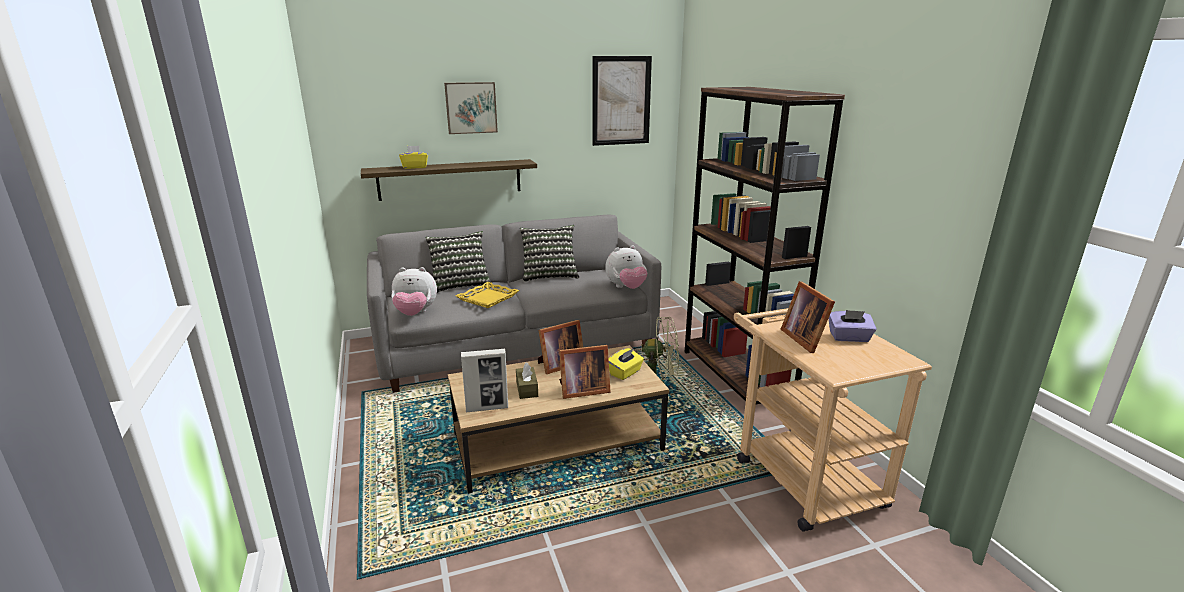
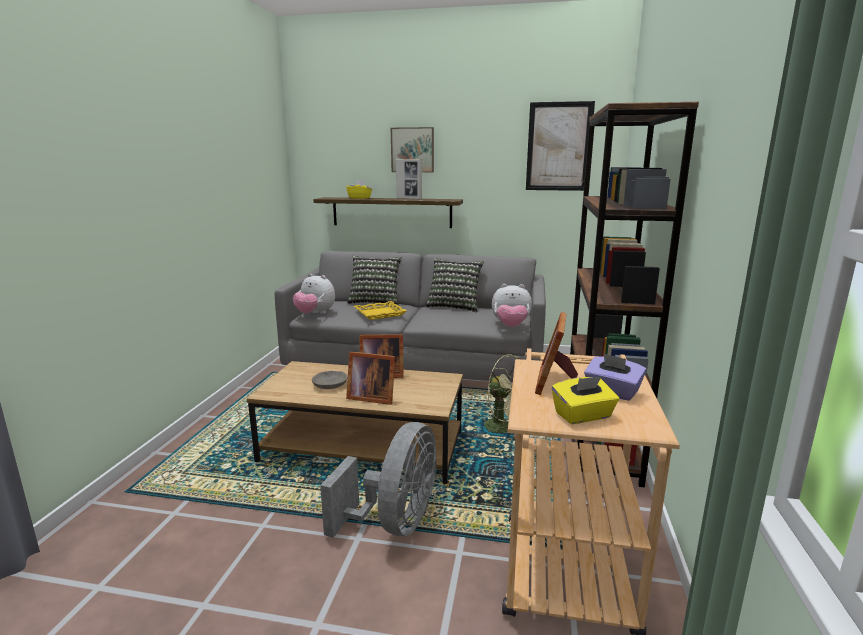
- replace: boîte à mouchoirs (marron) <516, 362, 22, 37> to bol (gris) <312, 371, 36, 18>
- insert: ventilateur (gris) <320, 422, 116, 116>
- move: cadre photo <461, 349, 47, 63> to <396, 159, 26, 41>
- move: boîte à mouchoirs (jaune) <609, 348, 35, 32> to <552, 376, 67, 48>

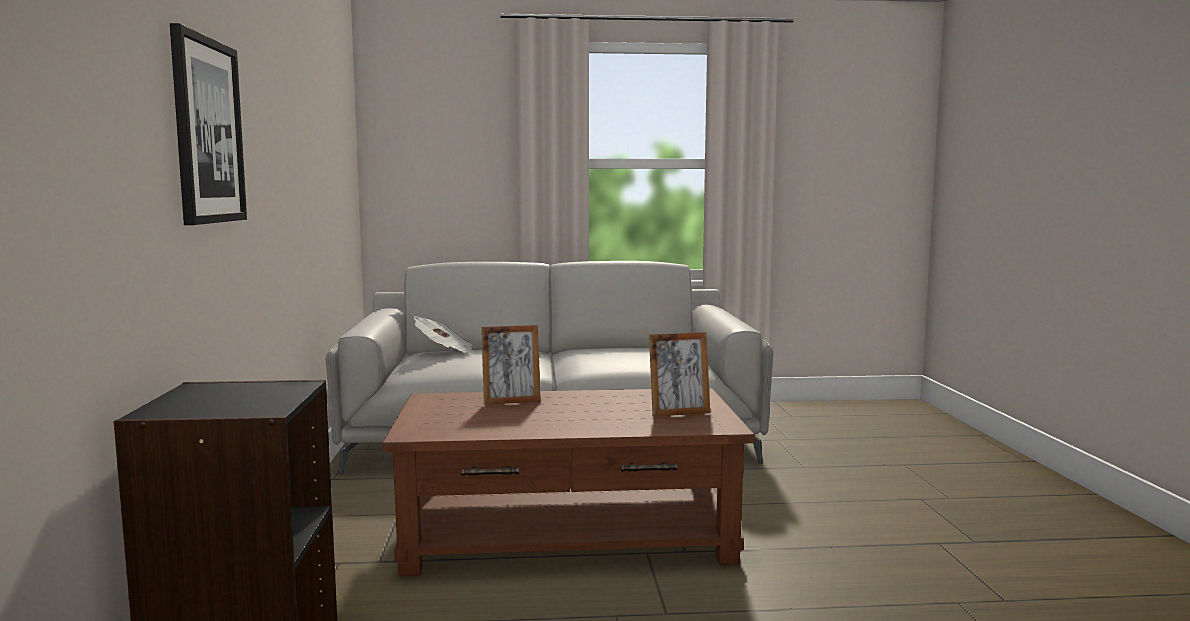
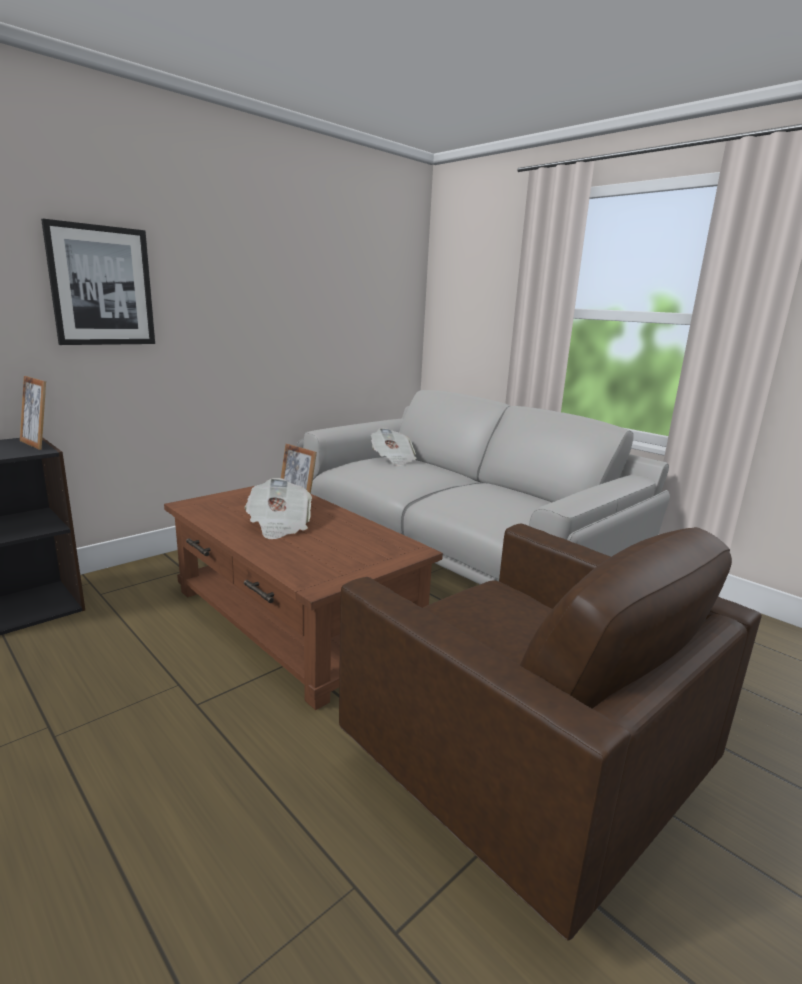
- move: cadre photo <649, 332, 61, 85> to <20, 376, 26, 74>
- insert: journal <245, 478, 67, 61>
- insert: fauteuil (marron) <339, 524, 423, 417>

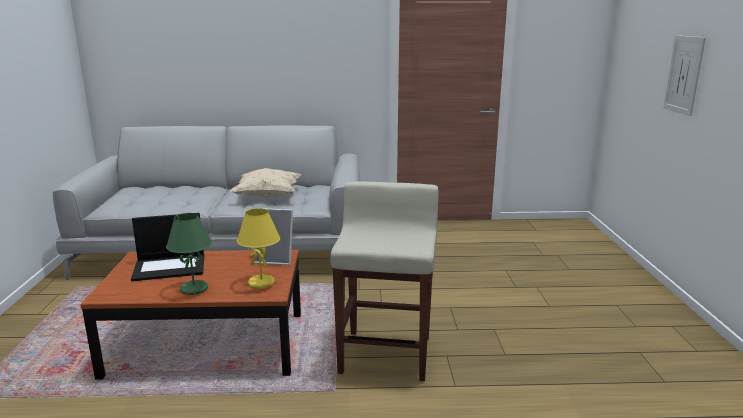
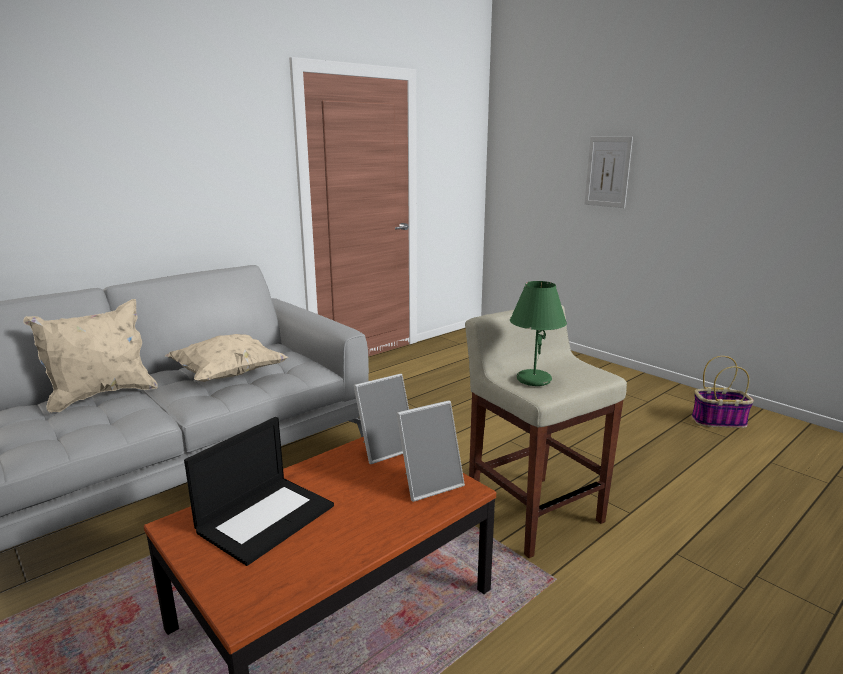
- insert: coussin (beige) <23, 299, 135, 114>
- replace: lampe de table (jaune) <237, 208, 43, 81> to cadre photo <396, 401, 69, 101>
- move: lampe de table (vert) <166, 213, 46, 82> to <510, 281, 57, 105>
- insert: panier <692, 356, 62, 72>

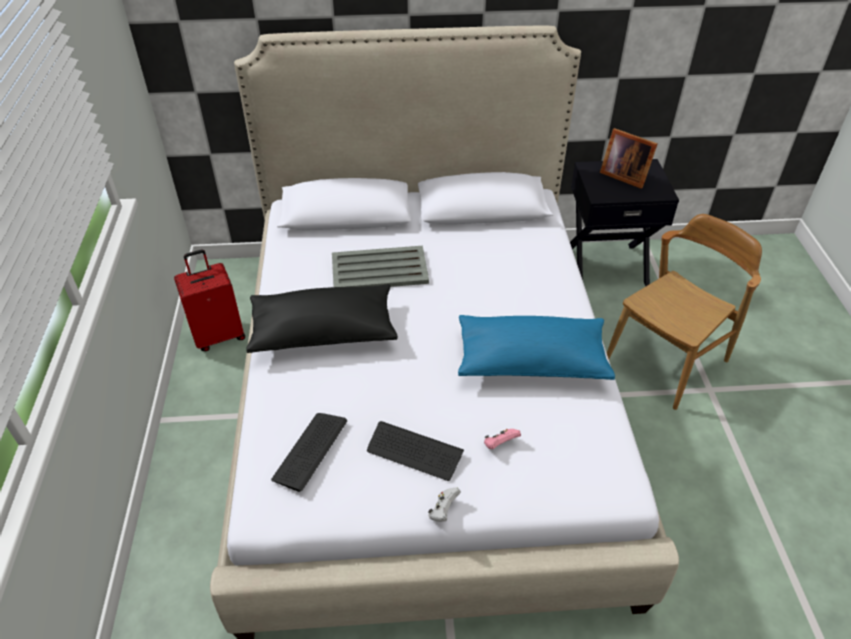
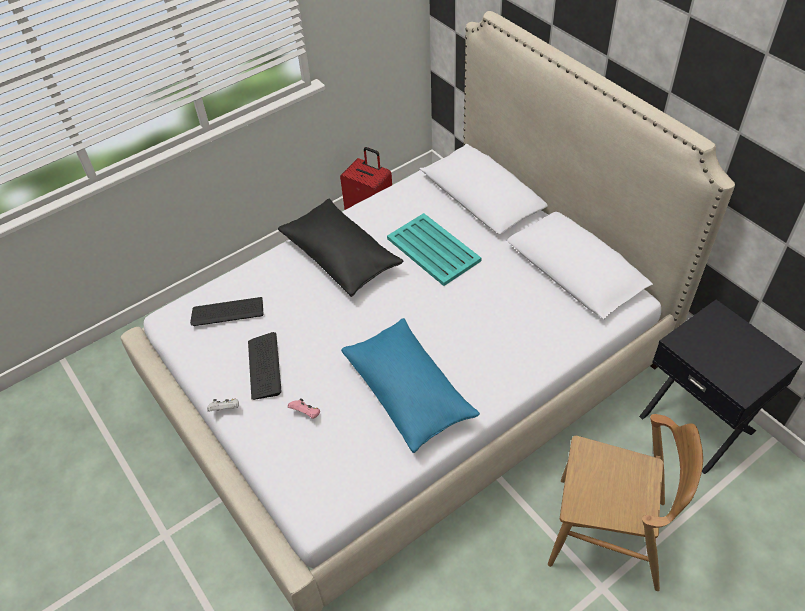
- recolor: plateau (gris) <332, 246, 97, 41> to plateau (turquoise) <387, 213, 94, 73>
- delete: cadre photo <600, 128, 57, 61>

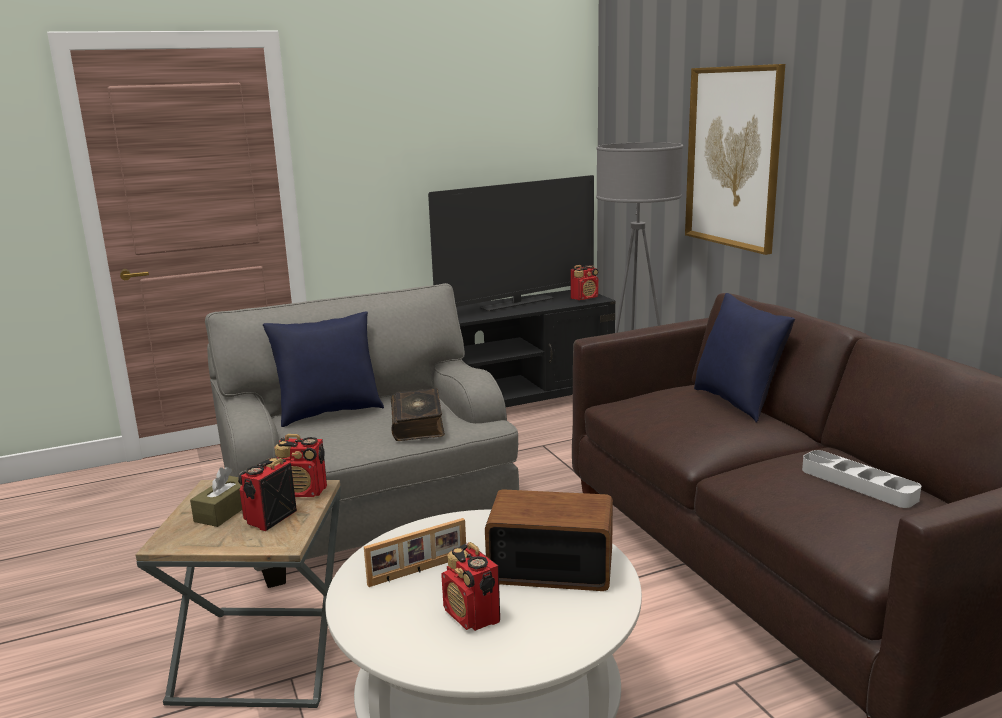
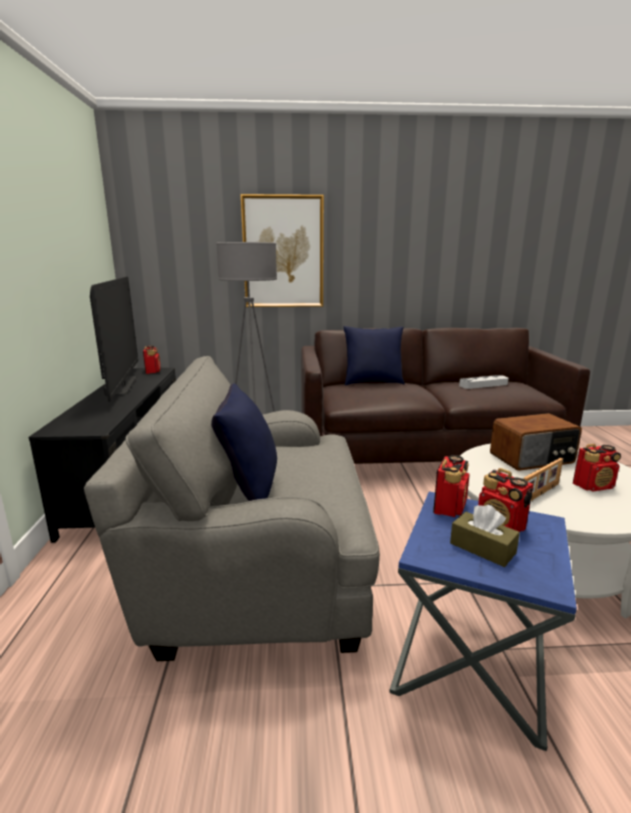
- recolor: table d'appoint (marron) <136, 480, 205, 228> to table d'appoint (bleu) <389, 491, 188, 260>
- rotate: radio <485, 489, 128, 102> = <490, 413, 92, 58> 135 degrees counterclockwise
- rotate: cadre photo <364, 518, 102, 69> = <523, 458, 40, 43> 60 degrees clockwise
- delete: livre <391, 388, 54, 53>

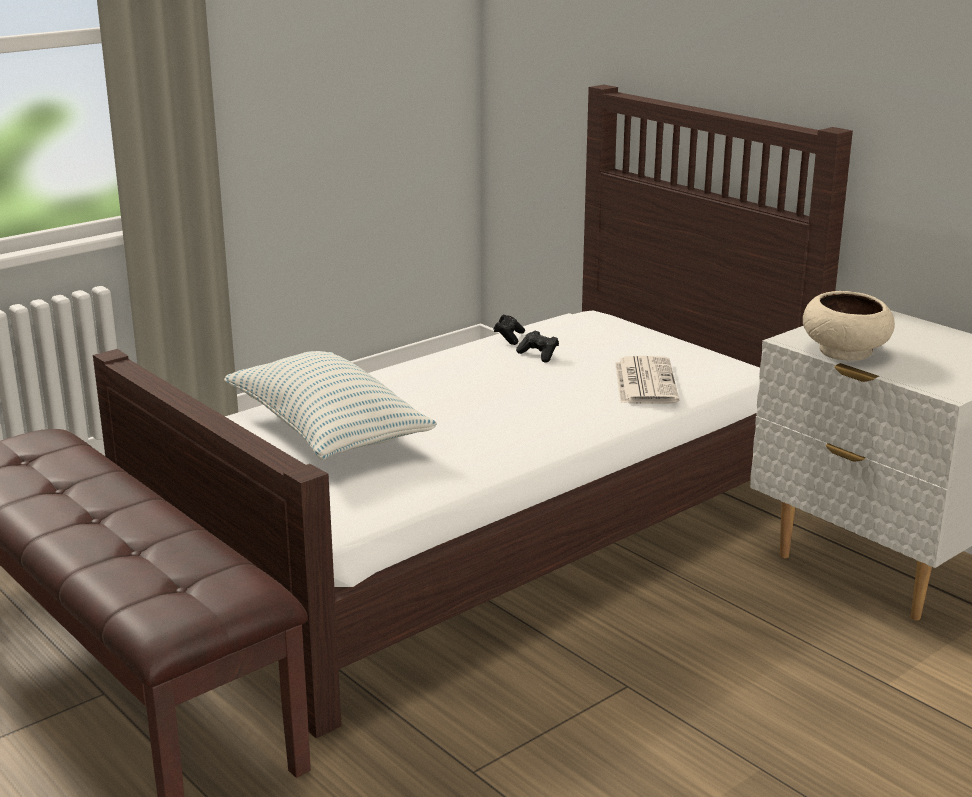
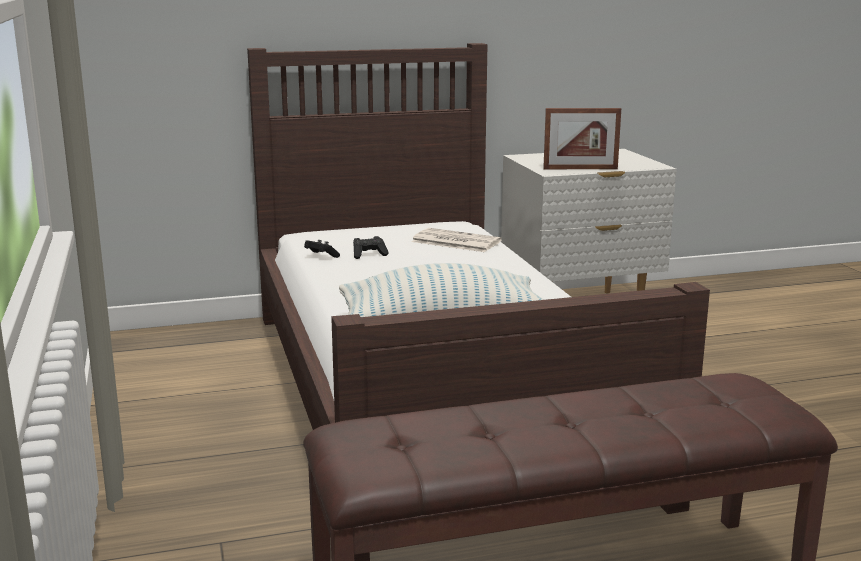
- replace: bol (beige) <803, 291, 92, 70> to cadre photo <543, 108, 78, 61>

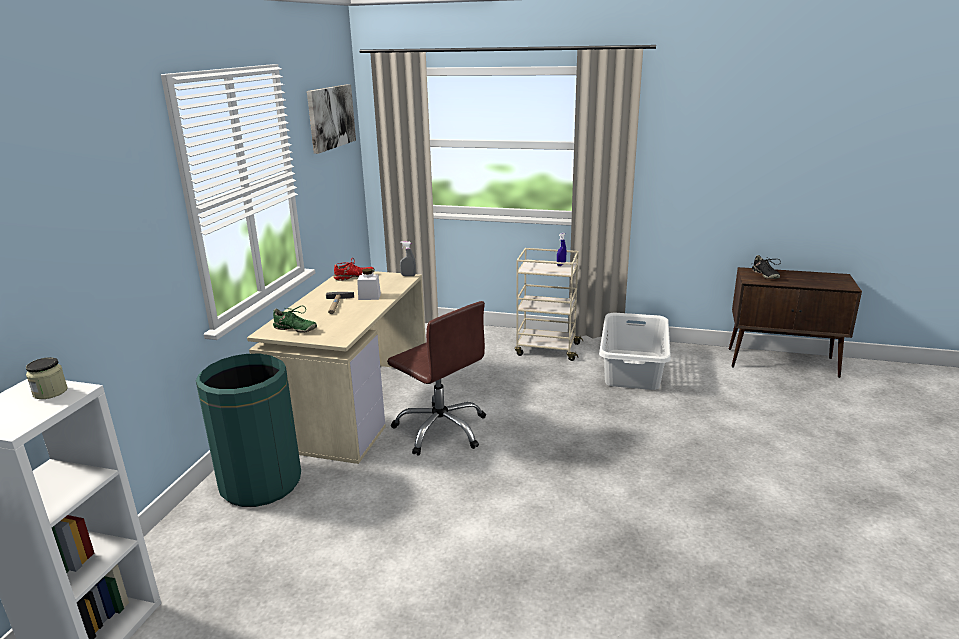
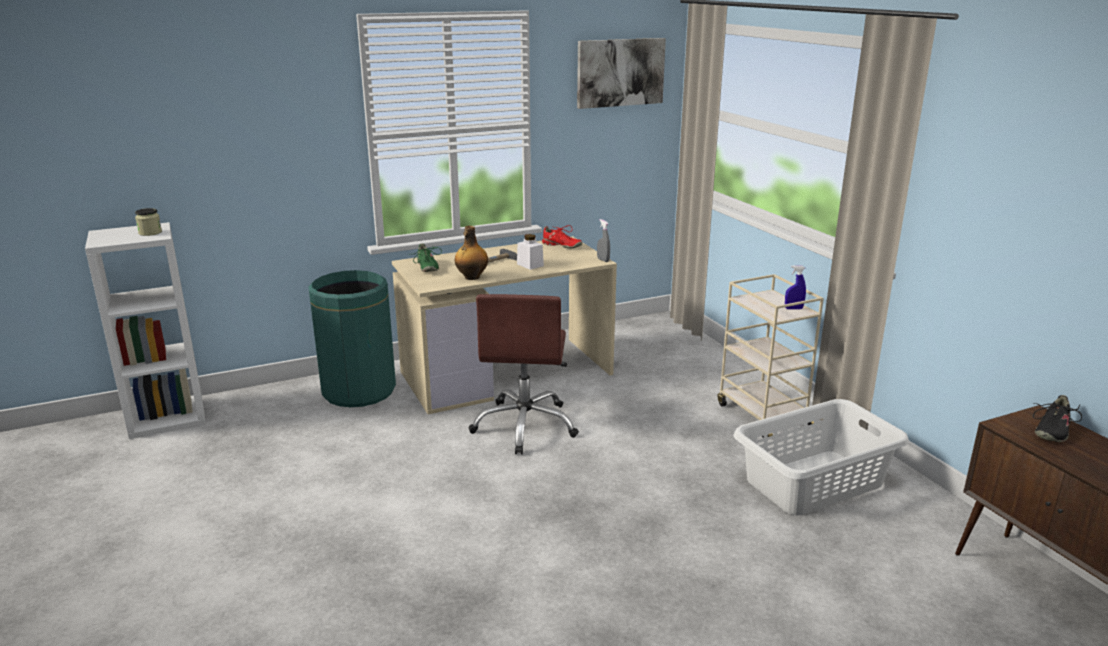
- insert: bouteille <455, 226, 33, 54>

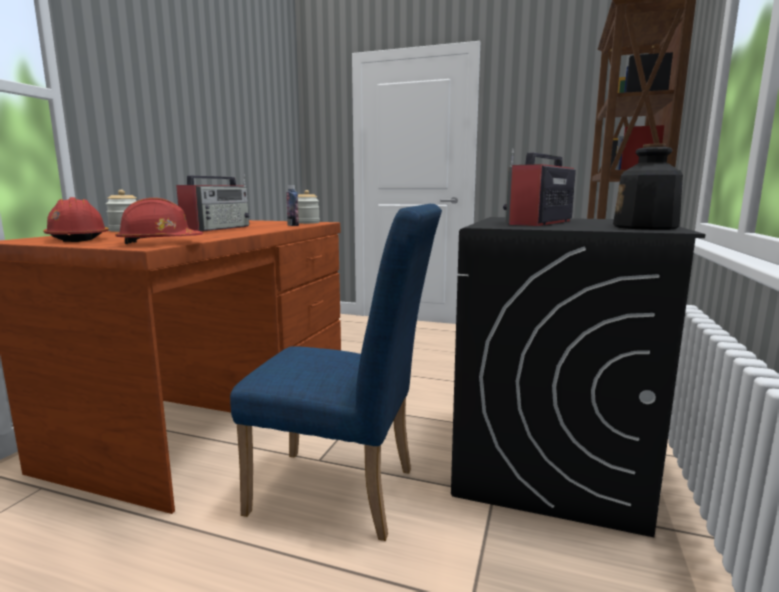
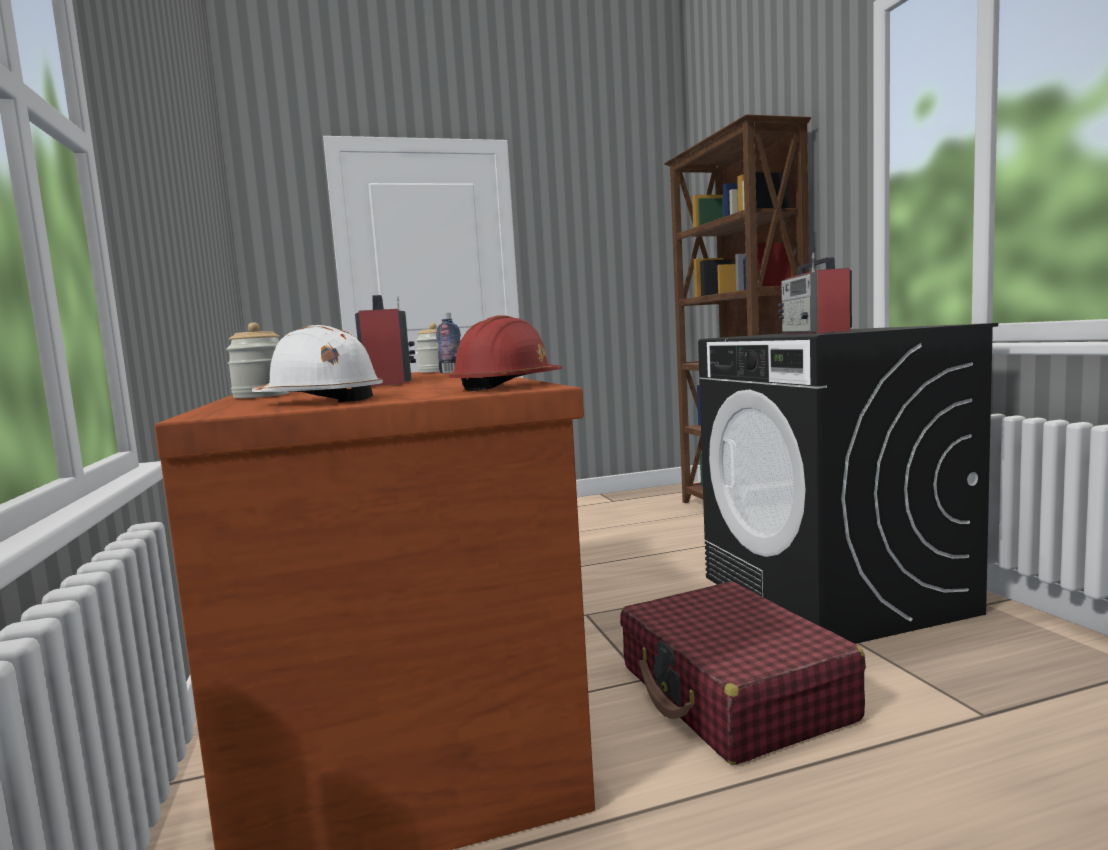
- recolor: casque de chantier (rouge) <43, 197, 66, 45> to casque de chantier (blanc) <252, 325, 131, 77>
- replace: chaise (bleu) <230, 204, 212, 337> to valise (rouge) <620, 582, 246, 183>
- delete: bouteille <613, 143, 70, 87>

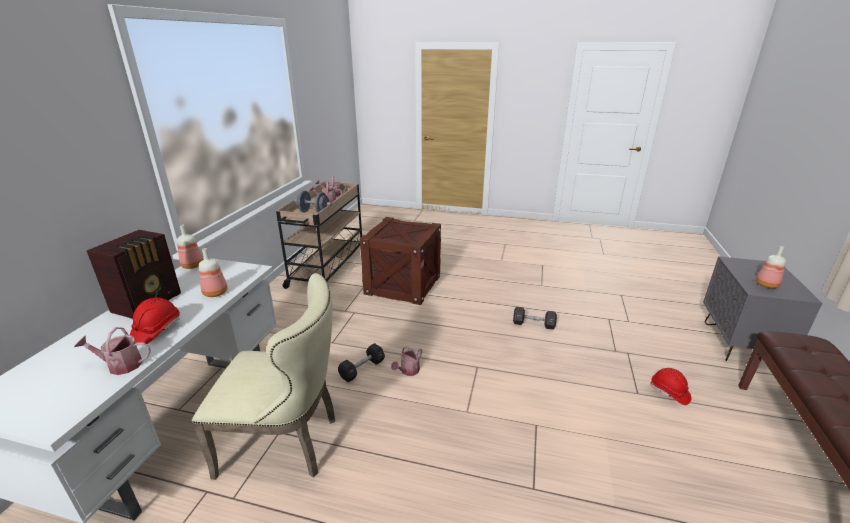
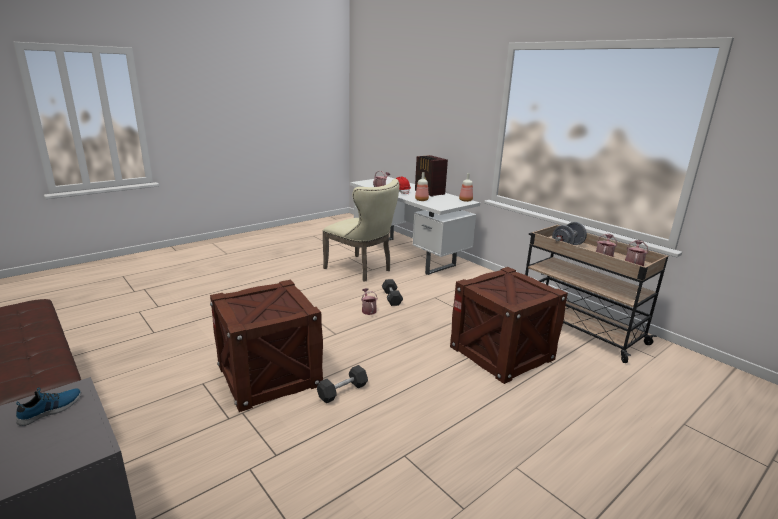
- replace: bouteille <756, 246, 30, 42> to chaussure <16, 388, 65, 38>
- insert: caisse <210, 280, 113, 132>
- rotate: chaise (beige) <192, 273, 143, 207> = <322, 179, 77, 102> 90 degrees counterclockwise
- delete: casque de chantier (rouge) <650, 368, 42, 37>

